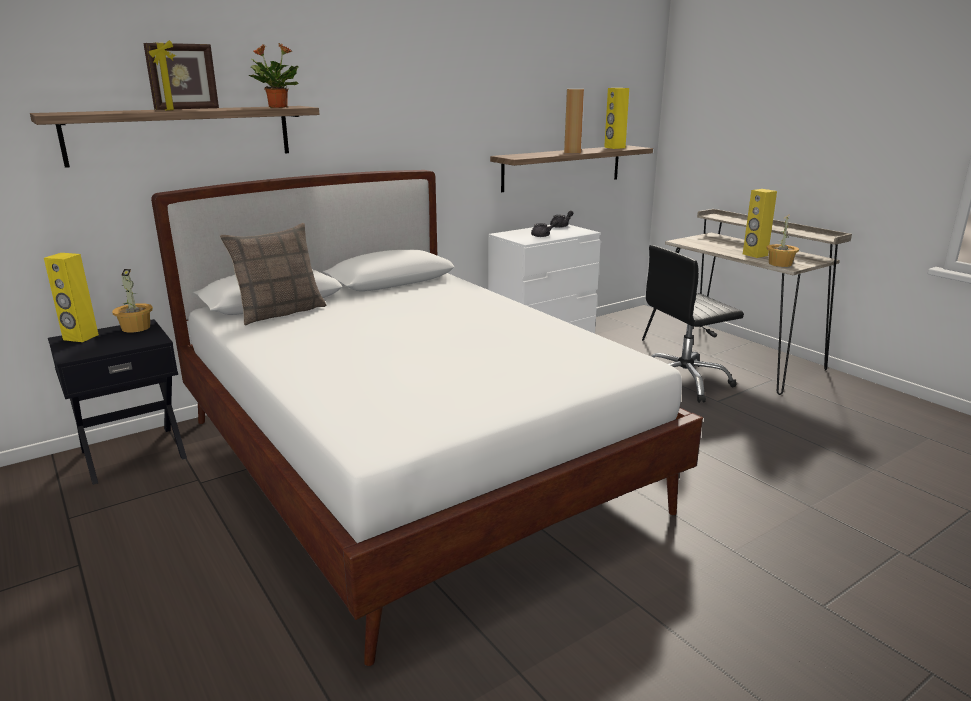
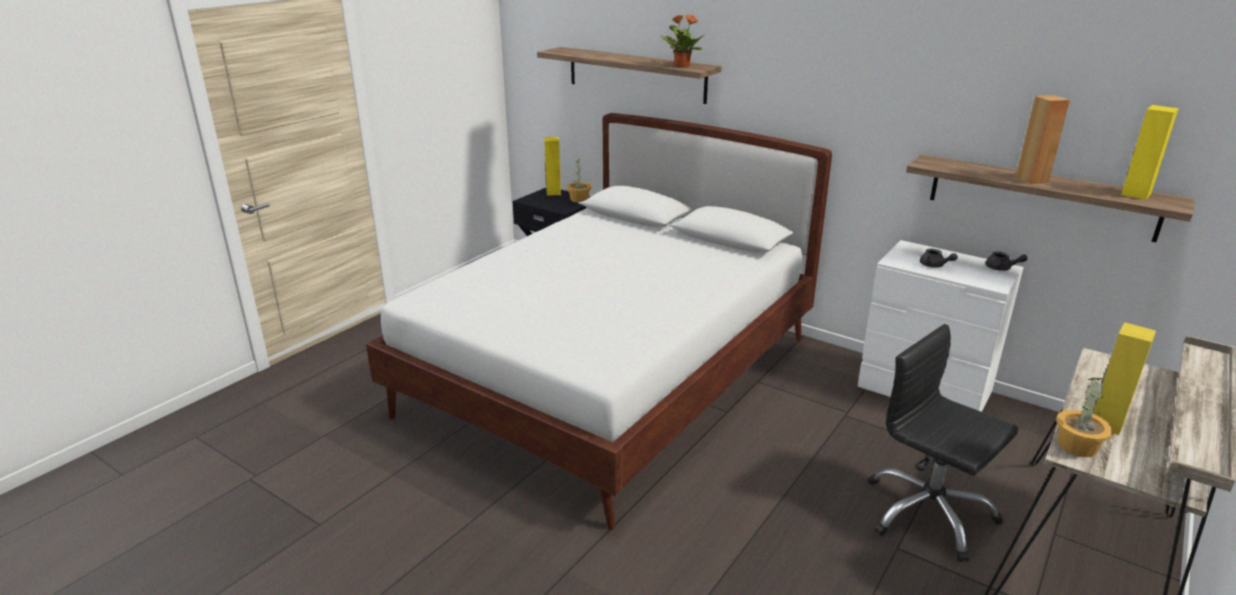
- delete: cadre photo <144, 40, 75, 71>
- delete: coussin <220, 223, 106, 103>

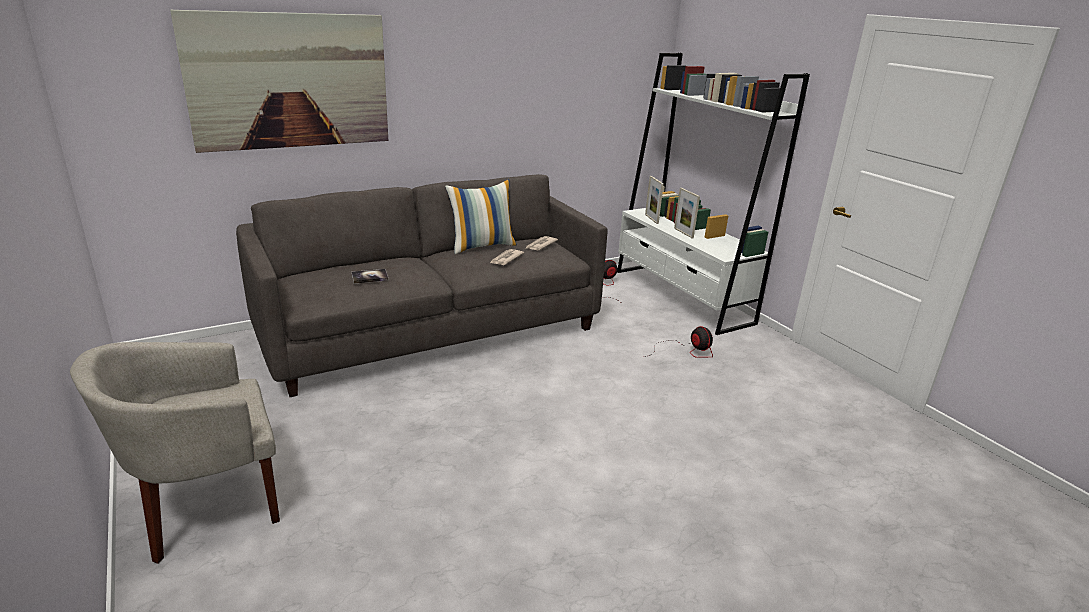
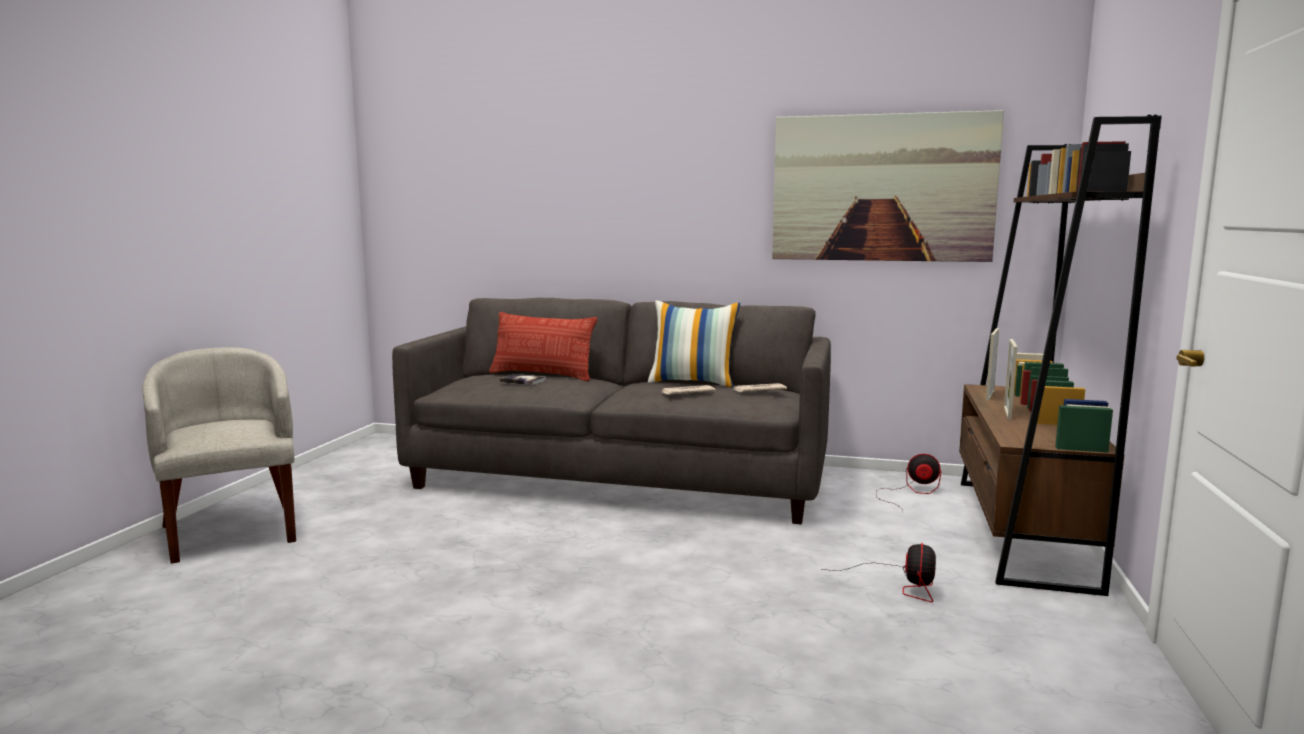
- rotate: fauteuil (beige) <70, 342, 210, 222> = <142, 347, 154, 217> 45 degrees clockwise
- insert: coussin <489, 312, 108, 69>
- move: tableau <170, 10, 218, 143> to <772, 110, 232, 152>
- recolor: bibliothèque (blanc) <617, 53, 193, 282> to bibliothèque (marron) <959, 115, 203, 481>

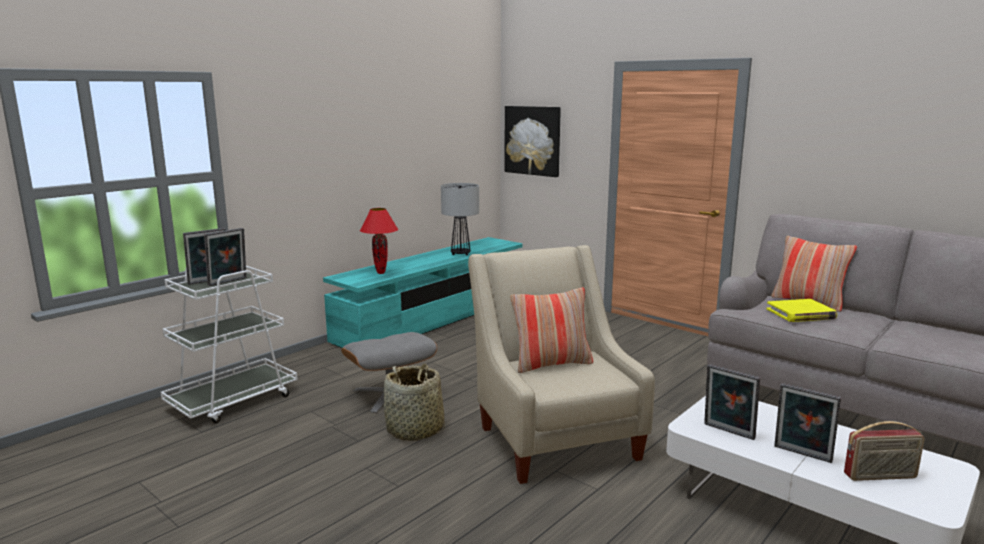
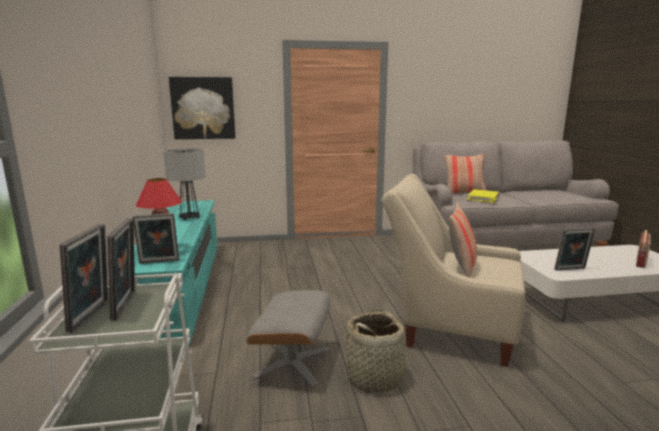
- move: cadre photo <774, 383, 67, 80> to <132, 213, 47, 51>

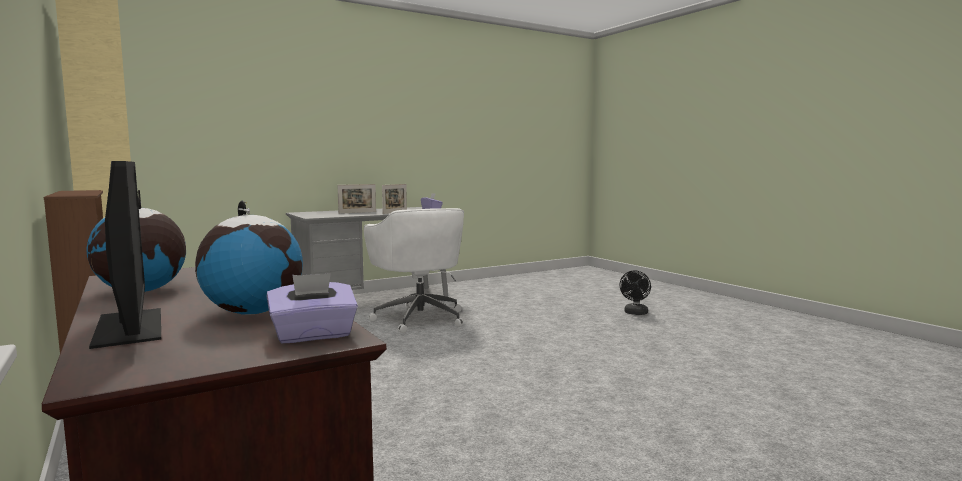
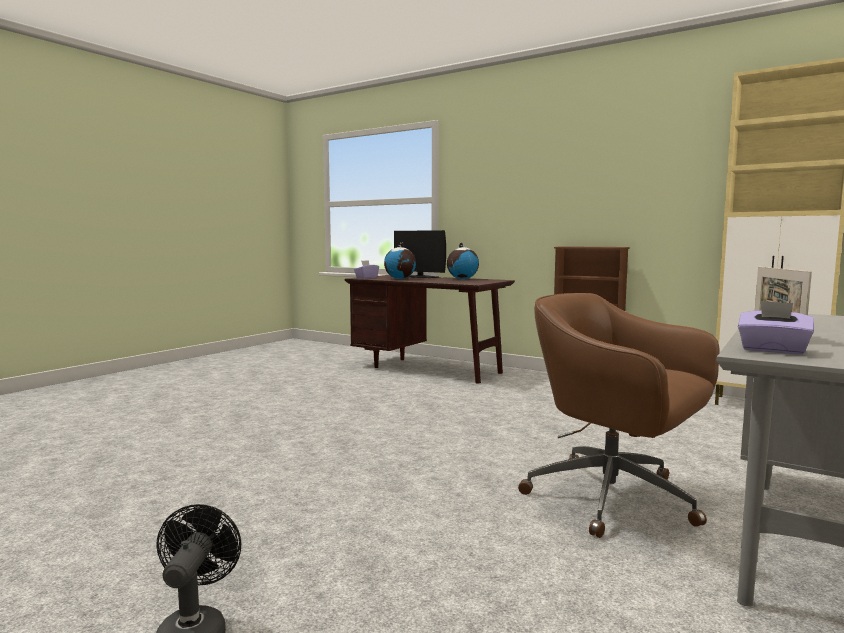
- recolor: chaise de bureau (blanc) <364, 208, 100, 125> to chaise de bureau (marron) <518, 293, 201, 245>
- delete: cadre photo <338, 184, 38, 30>

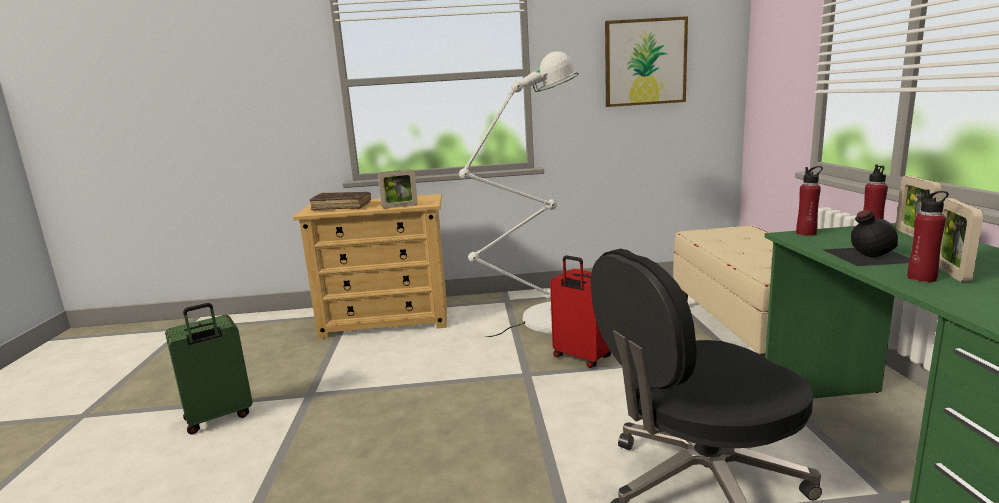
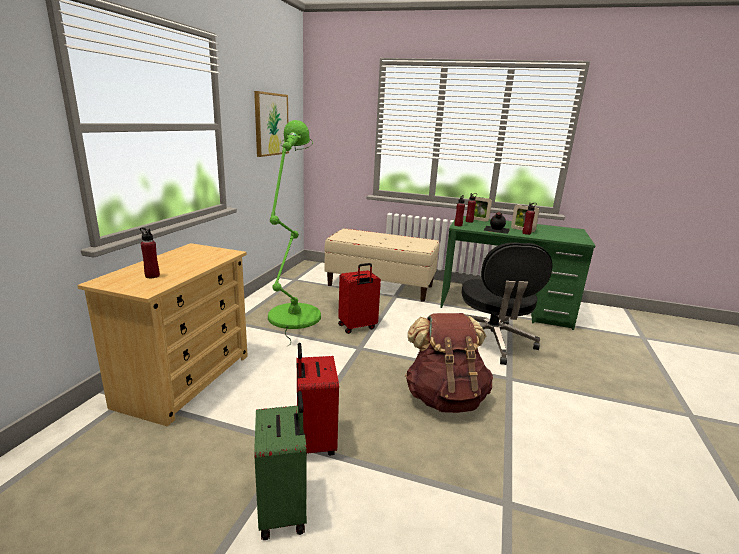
- replace: livre (marron) <309, 192, 62, 18> to bouteille (rouge) <140, 228, 20, 50>
- recolor: lampadaire (blanc) <459, 51, 120, 286> to lampadaire (vert) <268, 120, 53, 227>
- insert: valise (rouge) <297, 343, 42, 114>
- insert: sac à dos (marron) <405, 313, 88, 100>
- delete: cadre photo <378, 169, 40, 40>

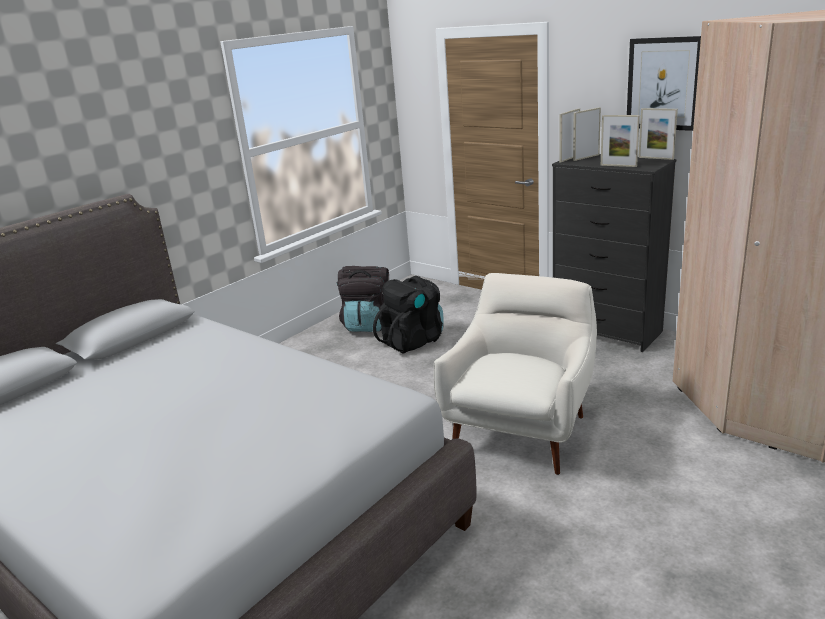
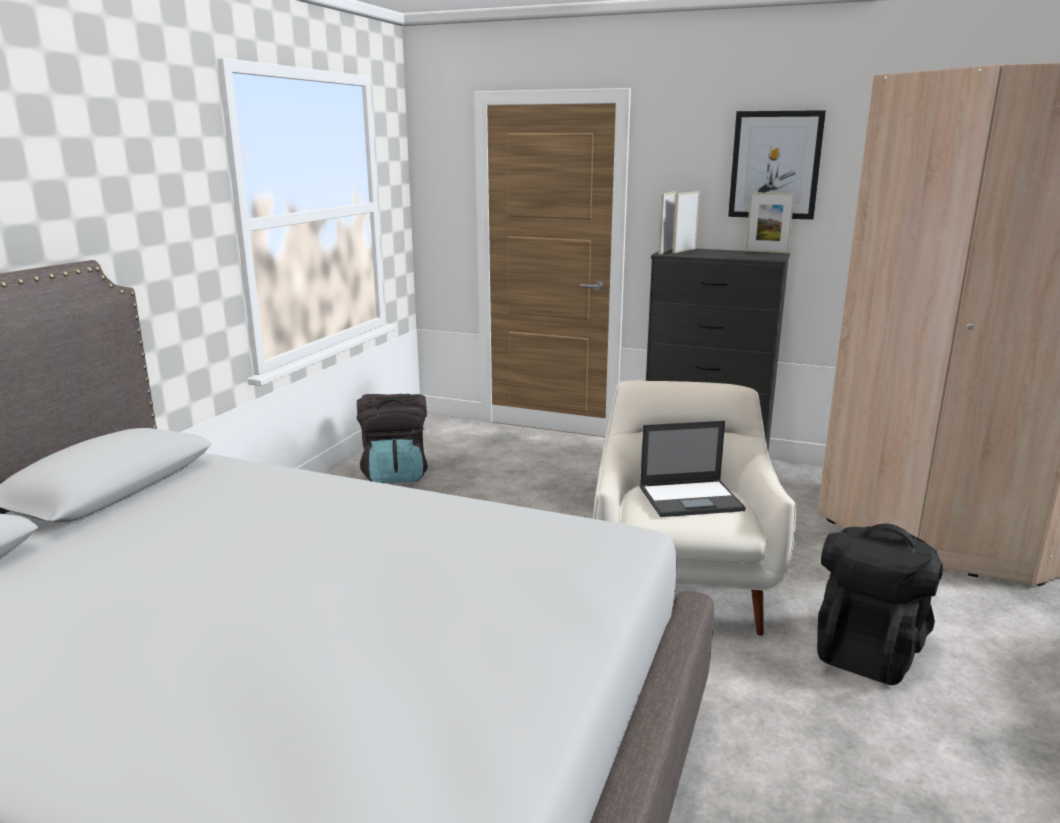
- insert: ordinateur portable <640, 421, 106, 96>
- move: sac à dos (noir) <373, 276, 71, 78> to <817, 523, 127, 162>
- delete: cadre photo <601, 115, 39, 52>

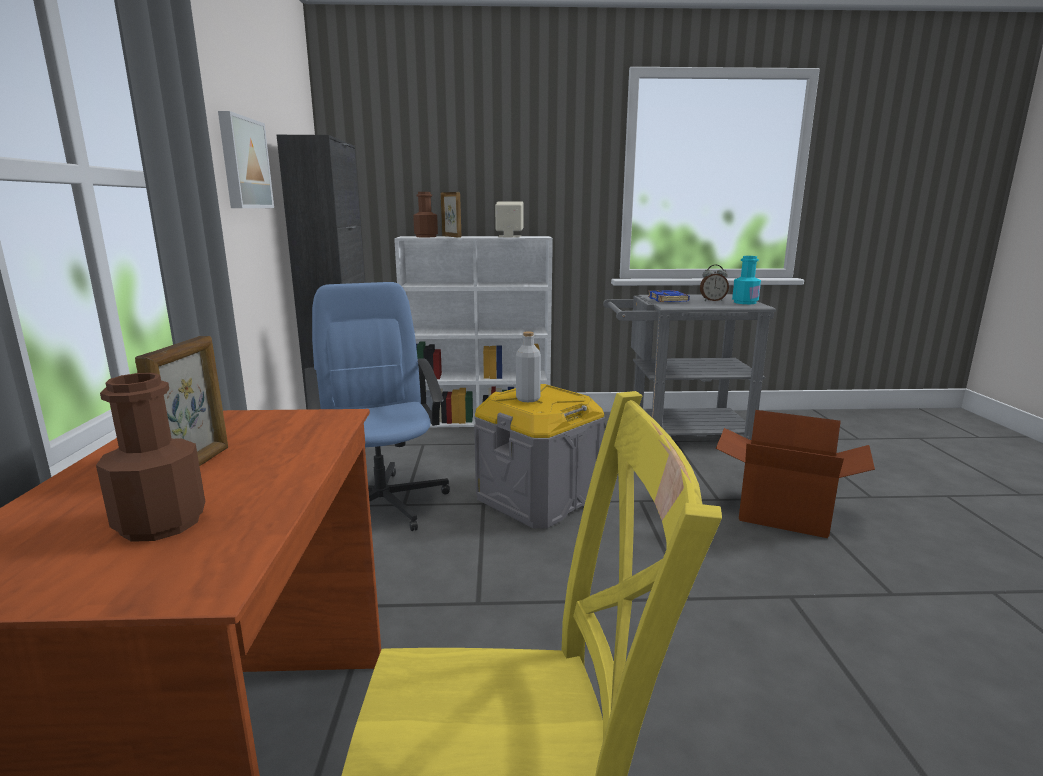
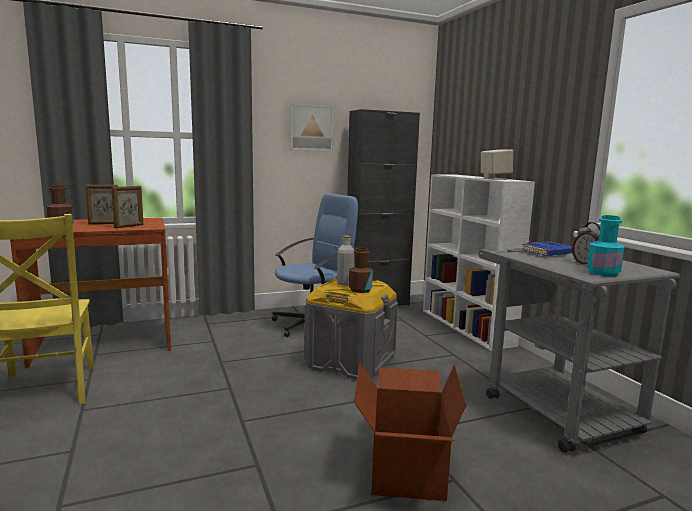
- move: cadre photo <441, 192, 20, 45> to <111, 186, 32, 42>
- move: bouteille (marron) <413, 192, 25, 45> to <349, 248, 24, 45>

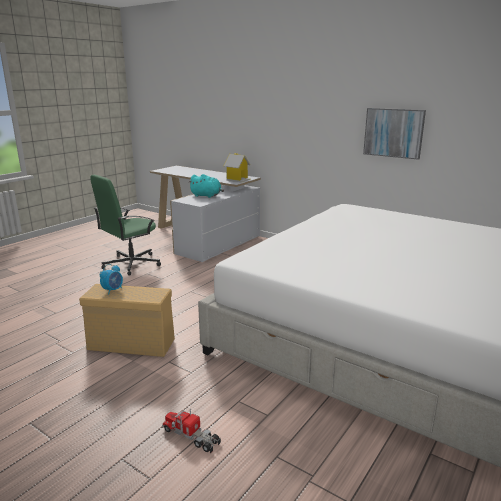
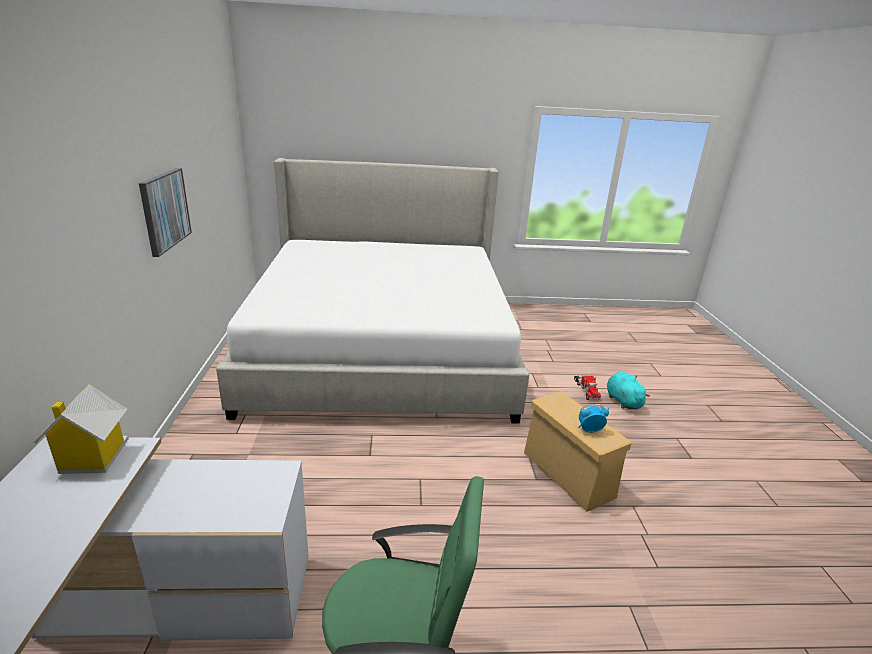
- move: peluche (turquoise) <188, 174, 36, 24> to <607, 372, 43, 37>

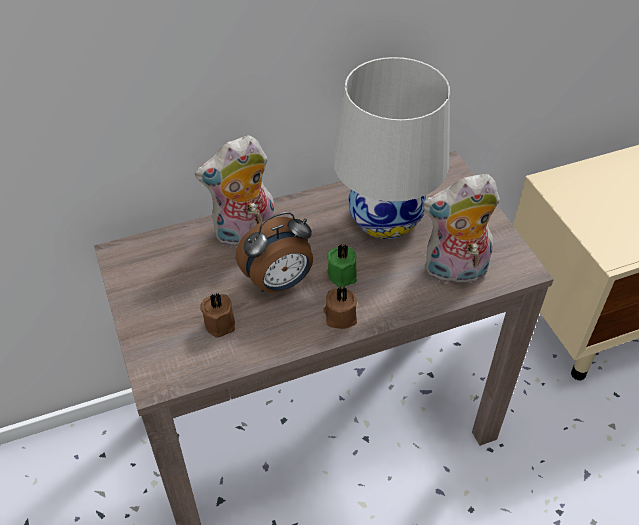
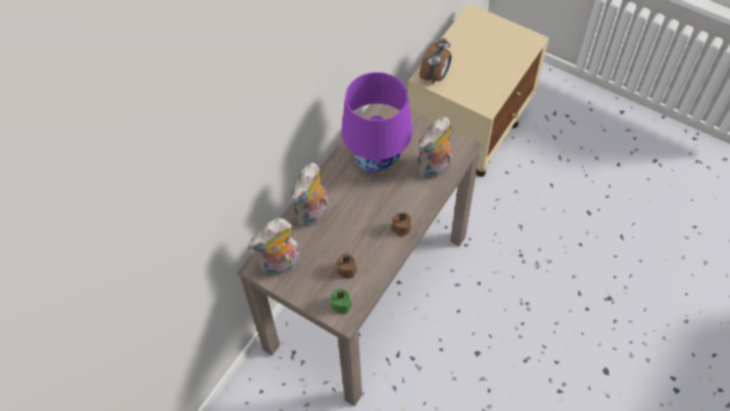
- insert: peluche <248, 218, 52, 58>
- move: bougie (vert) <327, 244, 30, 43> to <331, 288, 21, 26>
- recolor: lampe de table (blanc) <333, 57, 117, 182> to lampe de table (violet) <341, 72, 71, 102>
- move: réveil <236, 212, 77, 80> to <420, 38, 32, 46>

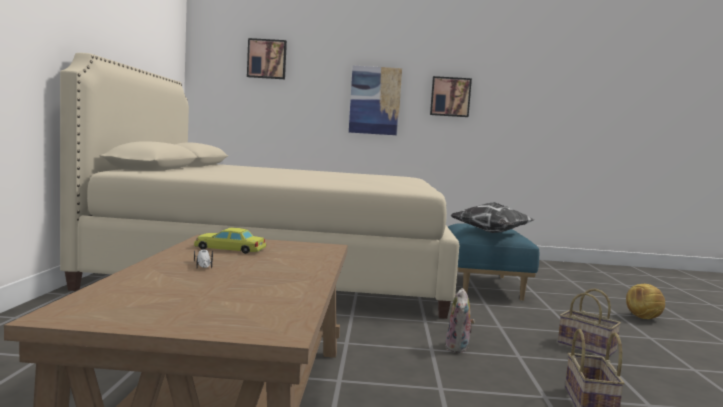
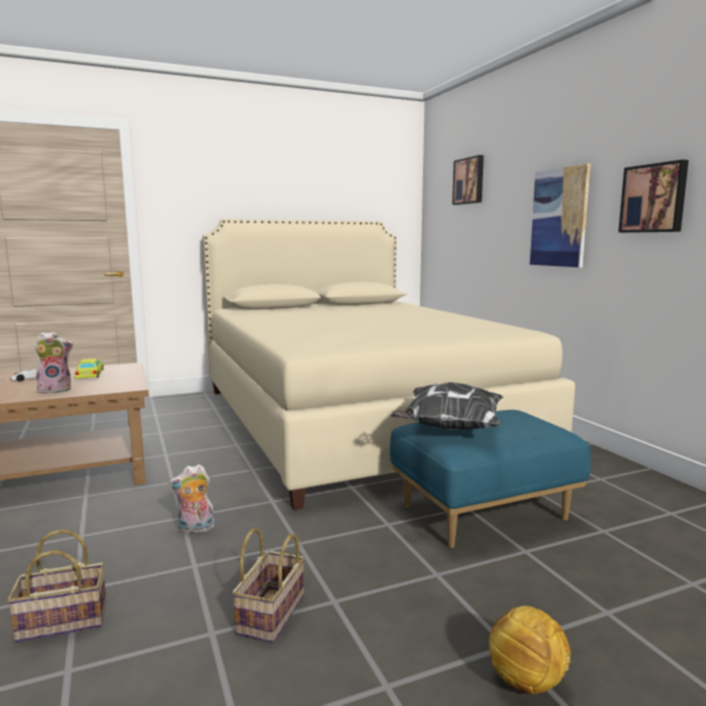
- insert: peluche <35, 332, 38, 62>

